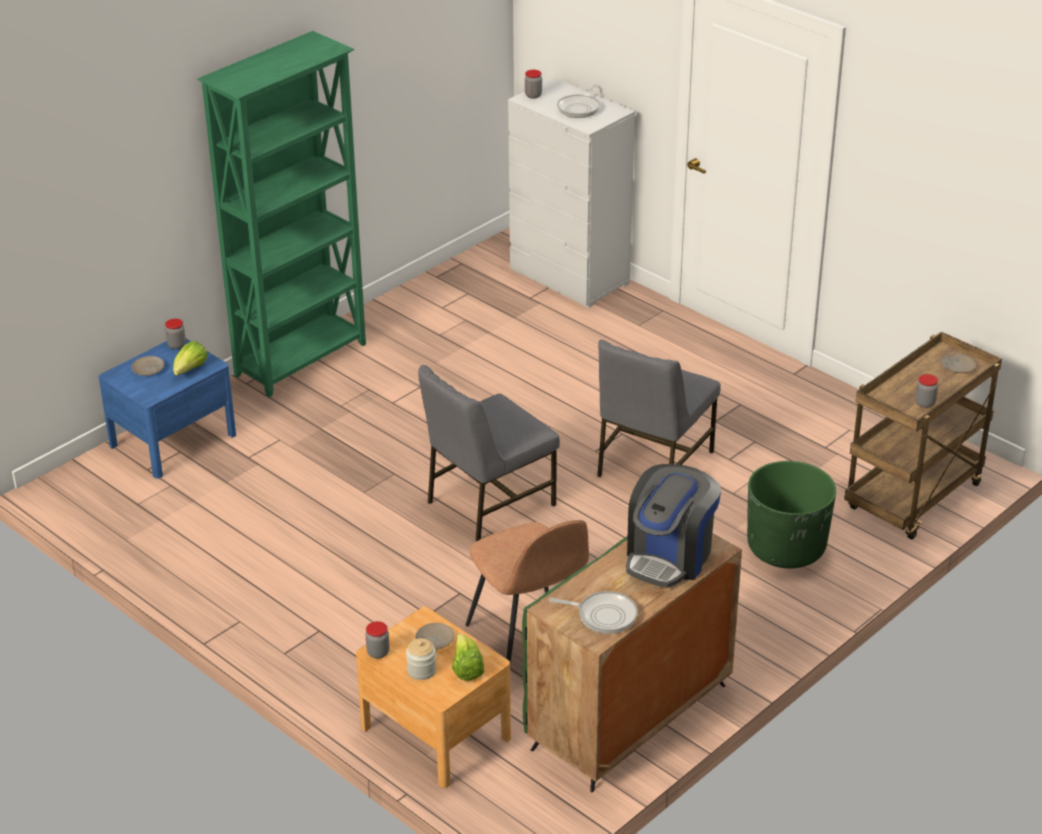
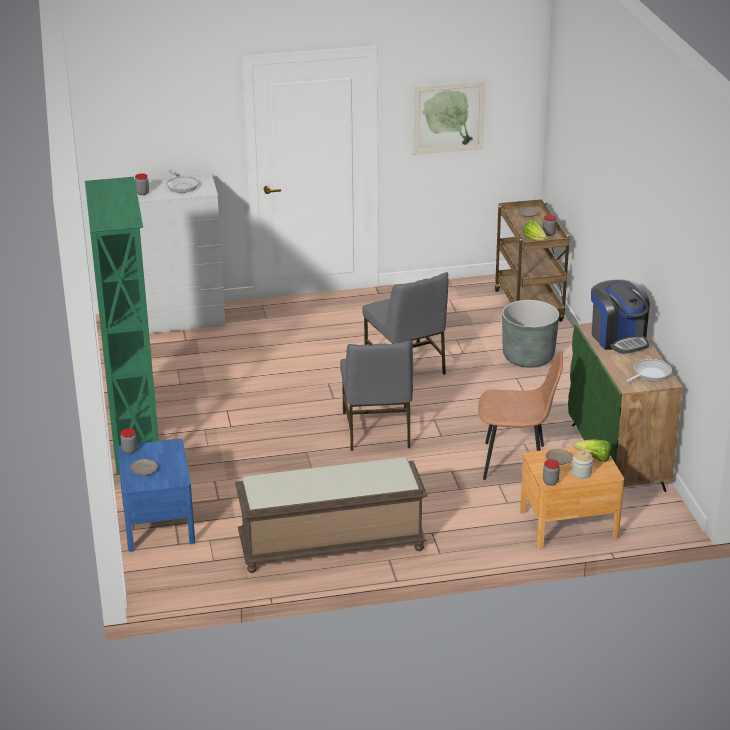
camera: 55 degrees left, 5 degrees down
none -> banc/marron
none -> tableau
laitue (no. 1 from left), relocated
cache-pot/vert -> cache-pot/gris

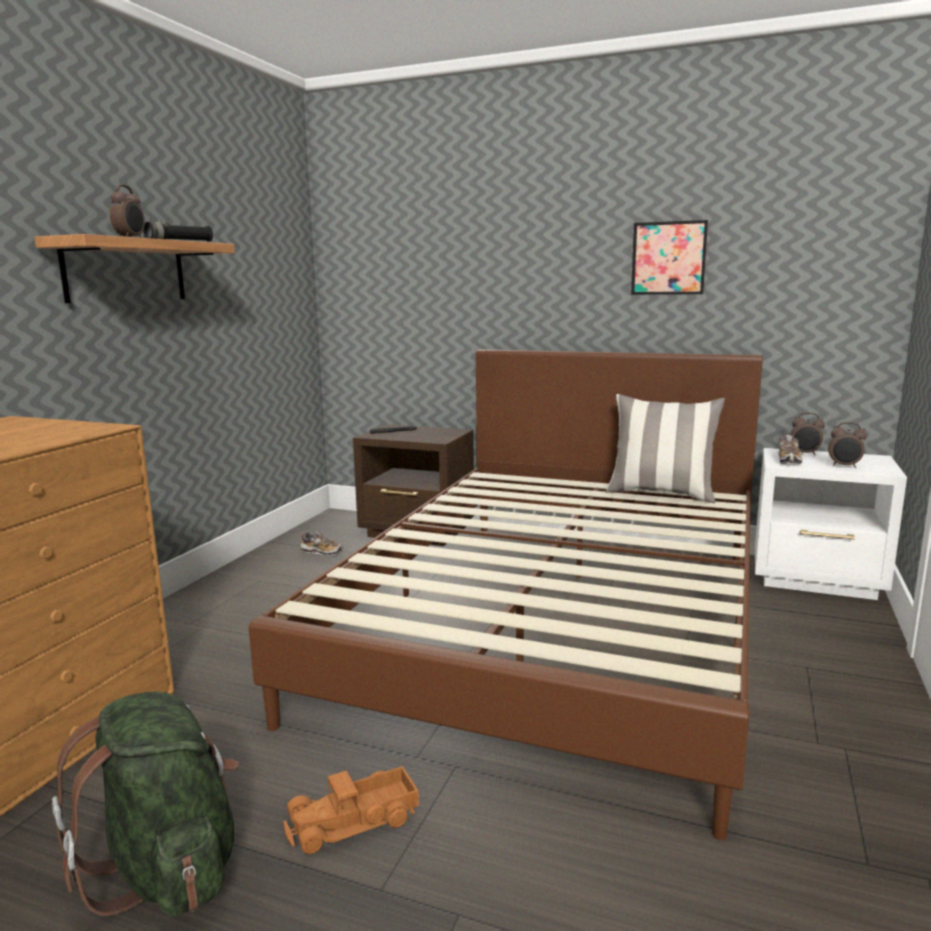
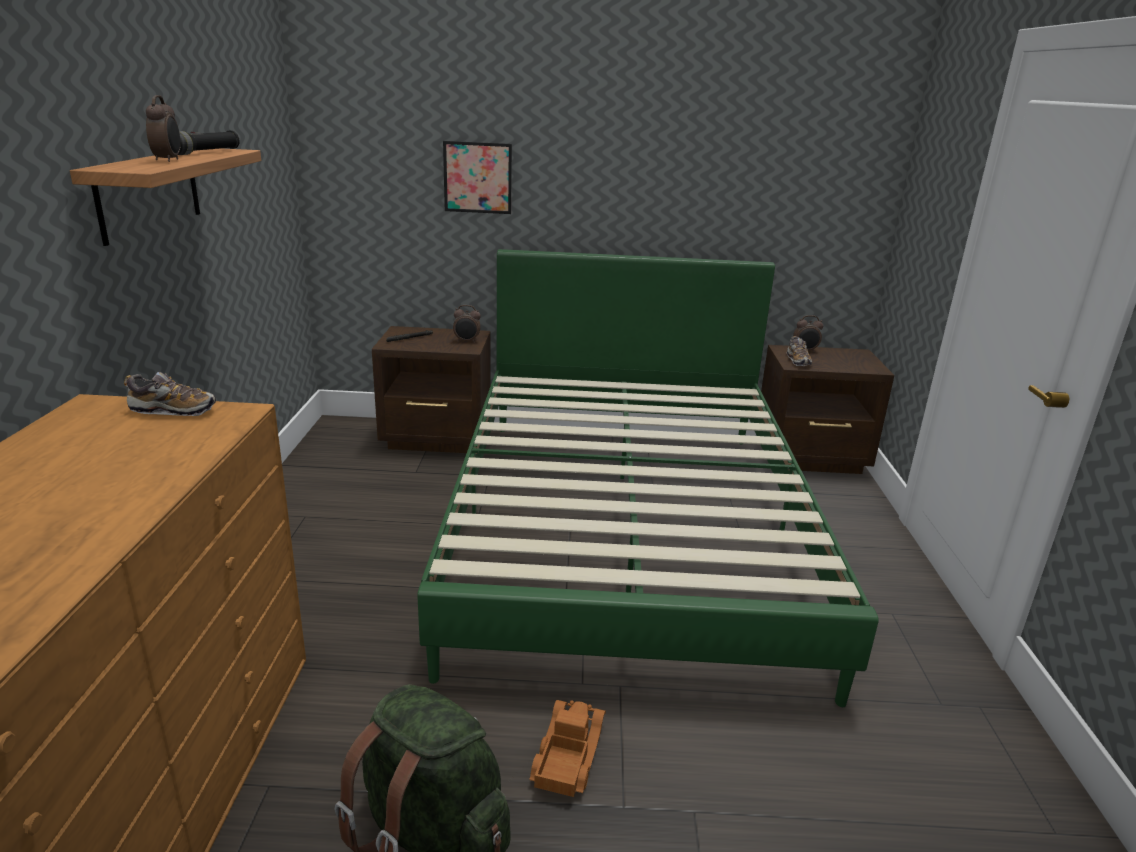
camera: 20 degrees left, 10 degrees up
coussin -> none
chaussure (no. 1 from left), relocated
tableau, relocated
réveil (no. 3 from left in the first image) -> réveil (no. 2 from left), relocated
lit/marron -> lit/vert
table de chevet/blanc -> table de chevet/marron (no. 2 from left)
camion jouet, 150 degrees clockwise

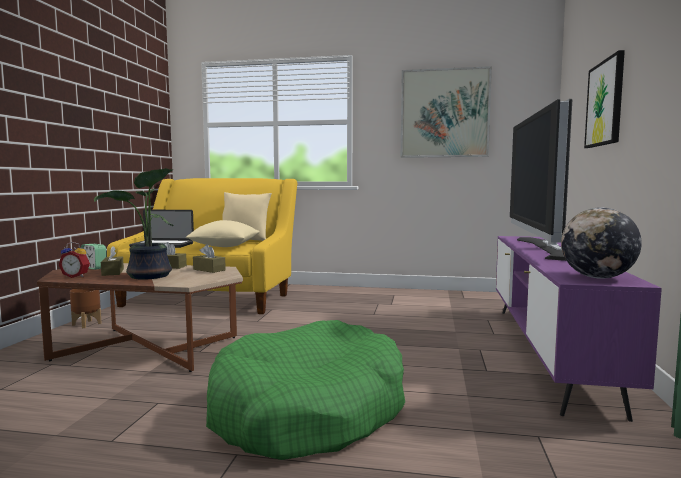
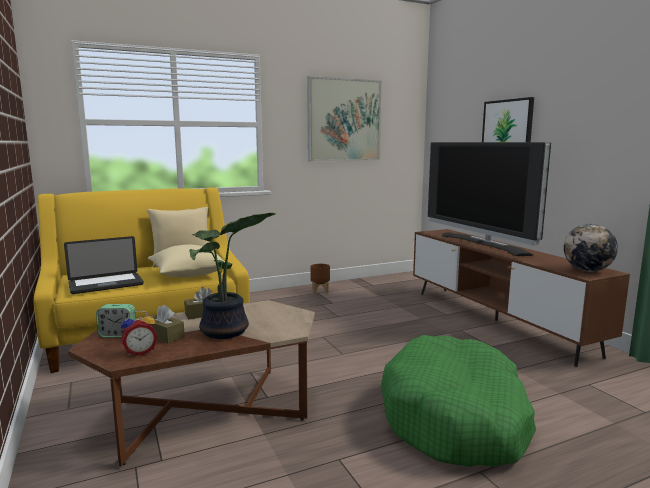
camera: 35 degrees left, 5 degrees up
boîte à mouchoirs/marron (no. 3 from left) -> none
cache-pot/marron, relocated
meuble télé/violet -> meuble télé/marron

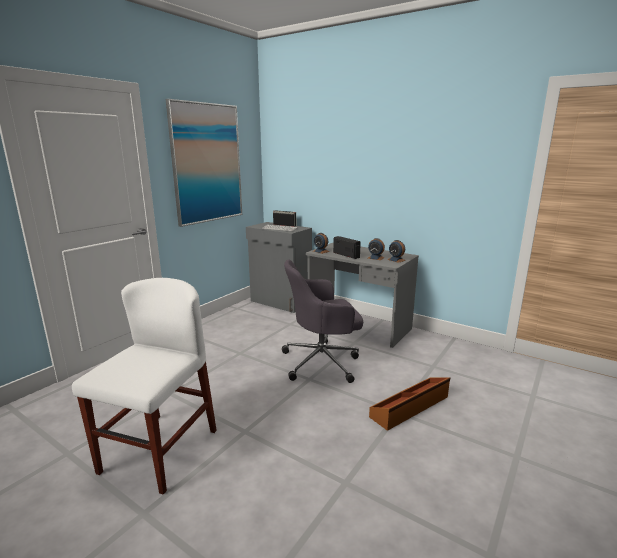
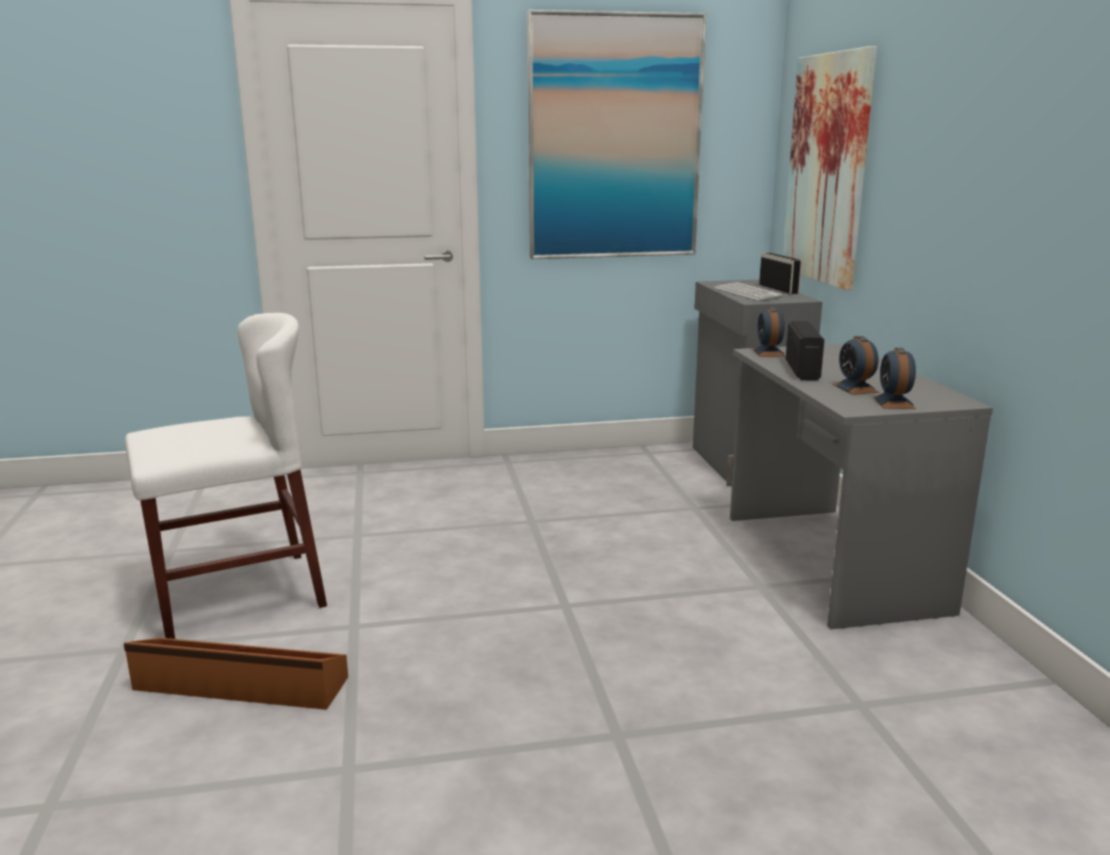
camera: 45 degrees right, 0 degrees up
chaise de bureau/gris -> none
none -> tableau (no. 2 from left)
boîte de rangement/marron, relocated

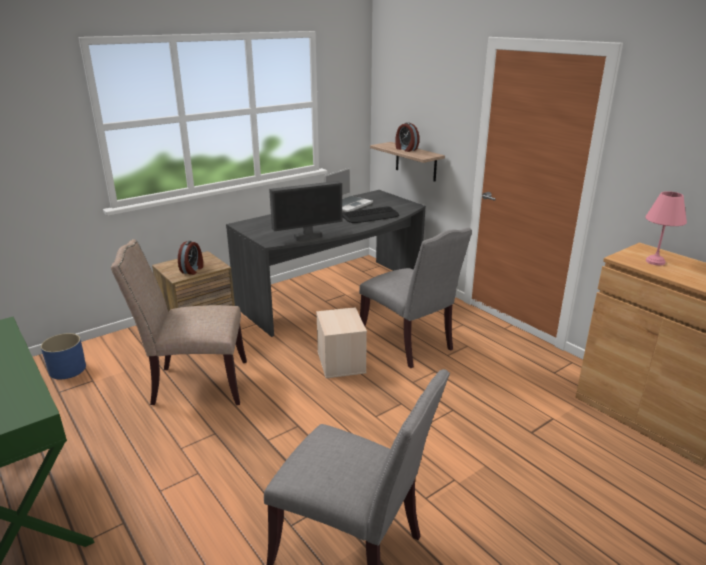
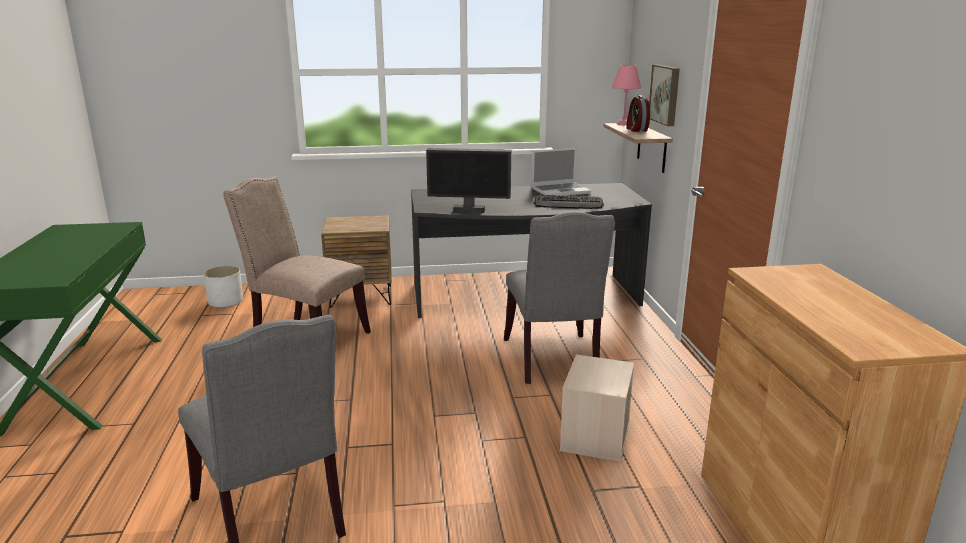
camera: 30 degrees right, 5 degrees down
réveil (no. 1 from left) -> none
none -> tableau
boîte de rangement/beige, relocated
lampe de table/rose, relocated
cache-pot/bleu -> cache-pot/blanc

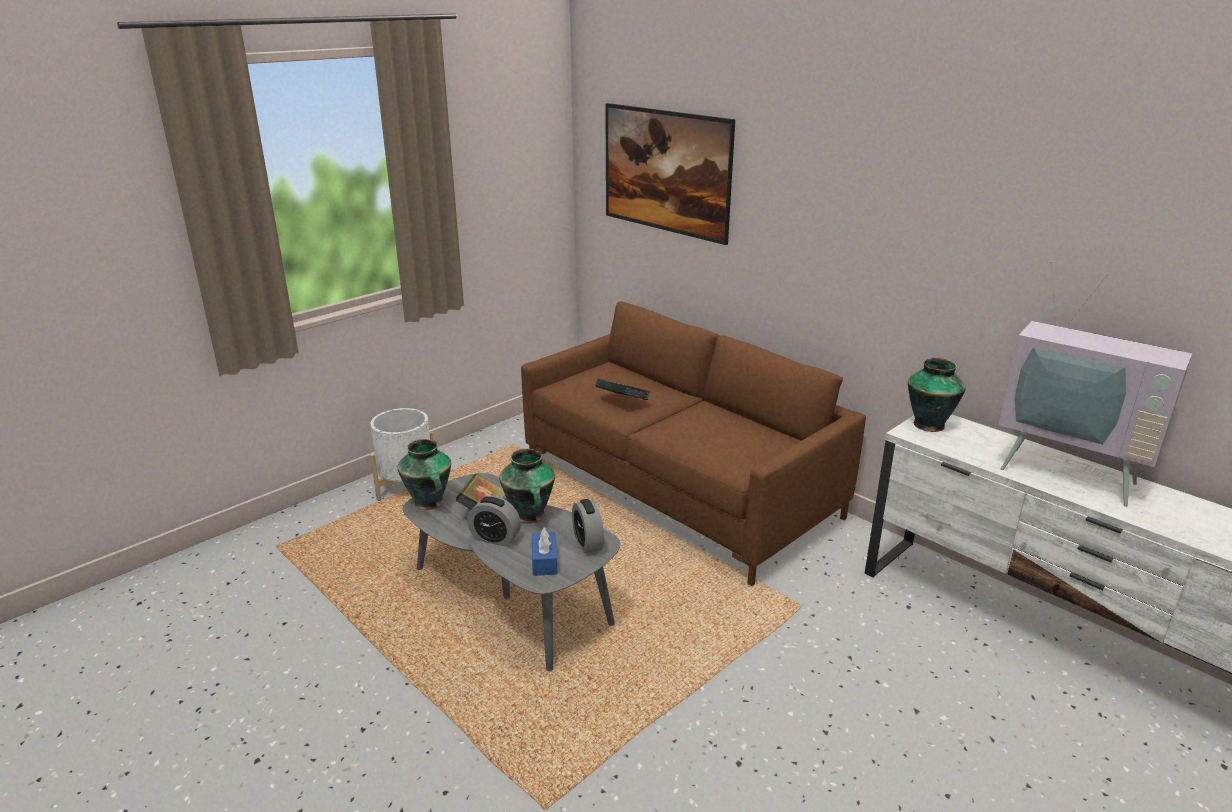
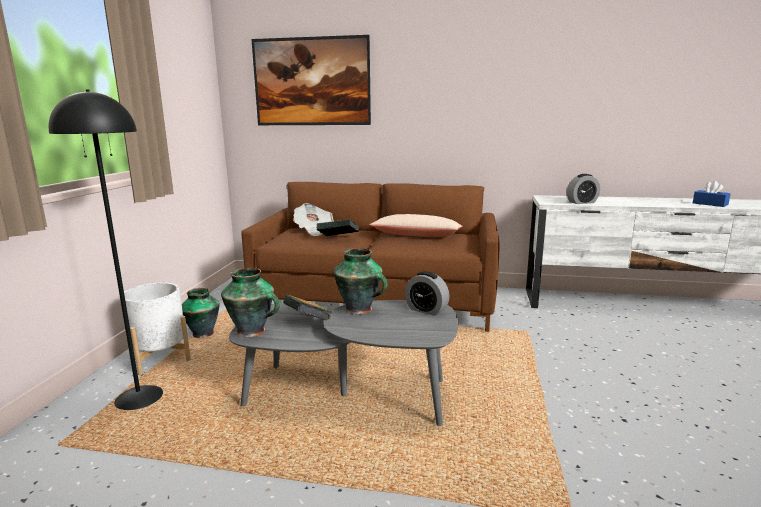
camera: 35 degrees left, 10 degrees down
téléviseur -> none
none -> lampadaire/noir
none -> journal
none -> coussin/beige
réveil (no. 1 from left in the first image) -> réveil (no. 2 from left), relocated
boîte à mouchoirs/bleu, relocated
vase (no. 3 from left in the first image) -> vase (no. 1 from left), relocated

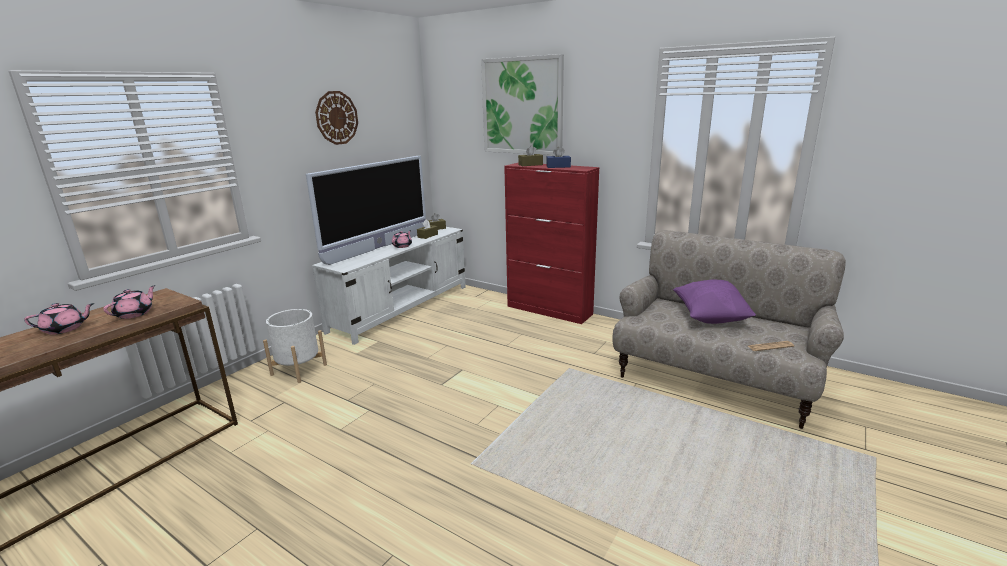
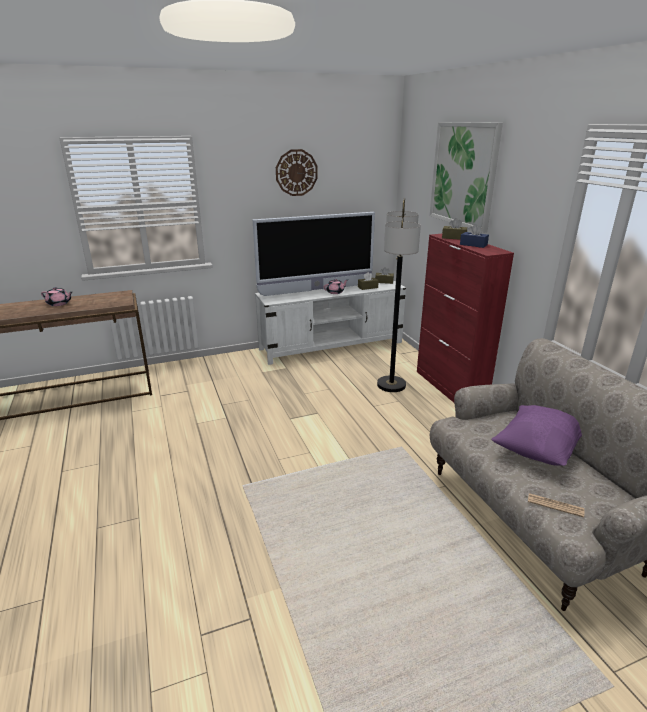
camera: 35 degrees right, 5 degrees up
théière/rose (no. 2 from left) -> none
cache-pot/blanc -> none
none -> lampadaire

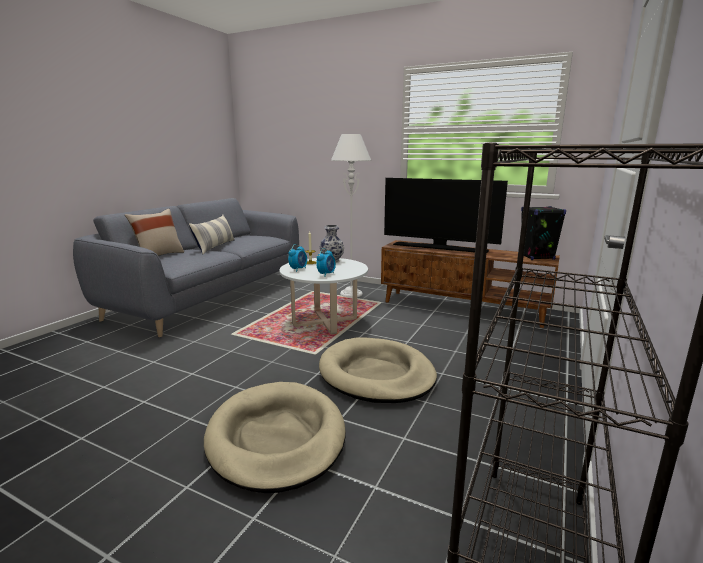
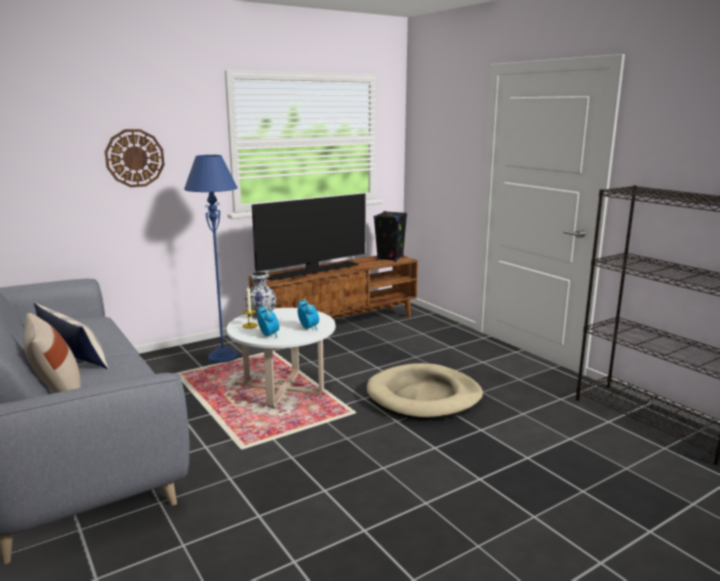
camera: 60 degrees left, 0 degrees up
panier pour chien/beige (no. 1 from left) -> none
none -> horloge murale
lampadaire/blanc -> lampadaire/bleu

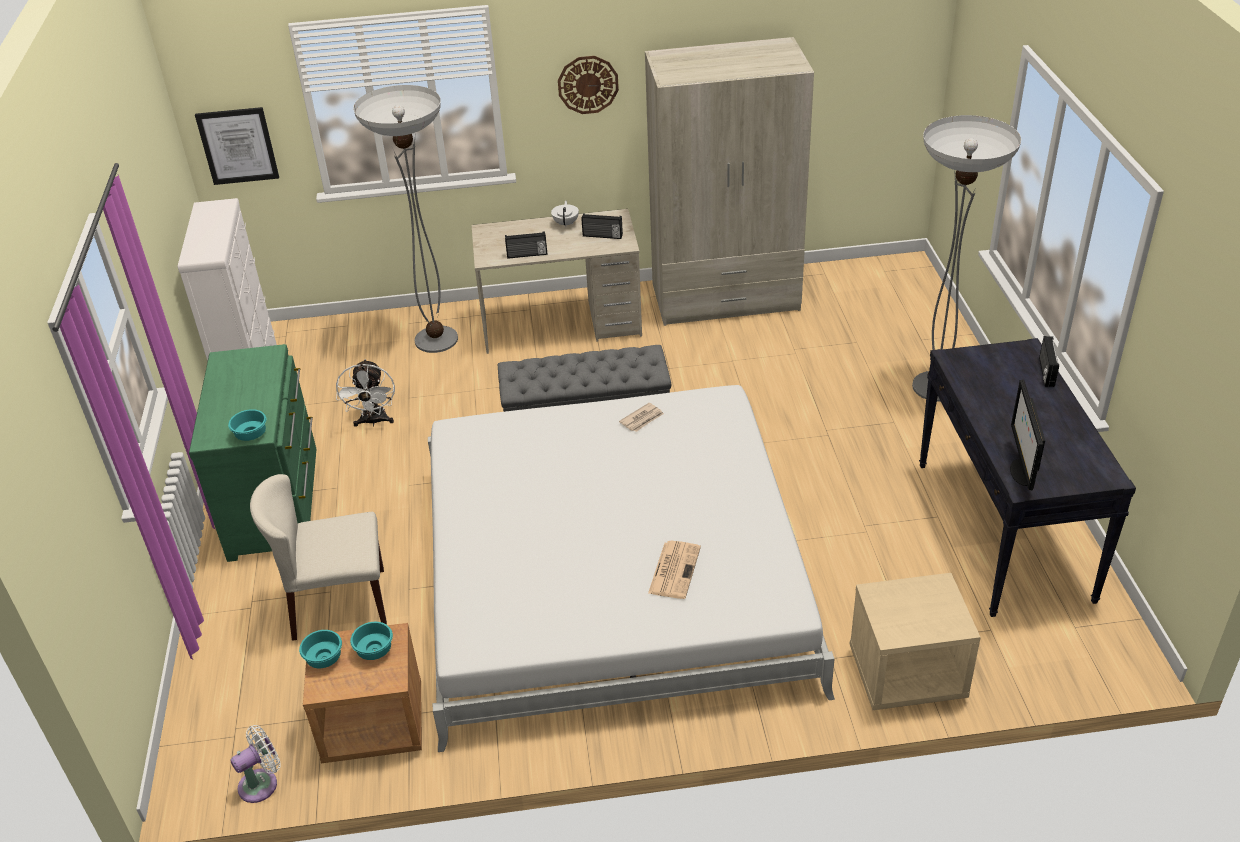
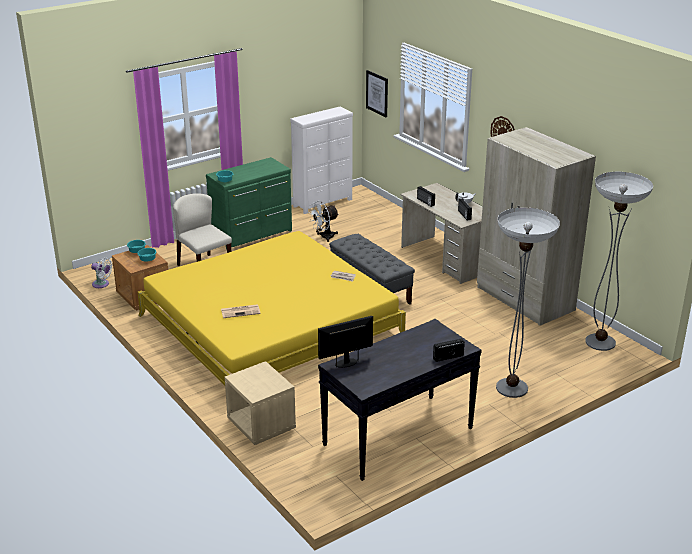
camera: 60 degrees right, 10 degrees down
lampadaire (no. 1 from left in the first image) -> lampadaire (no. 2 from left), relocated
lit/blanc -> lit/jaune

